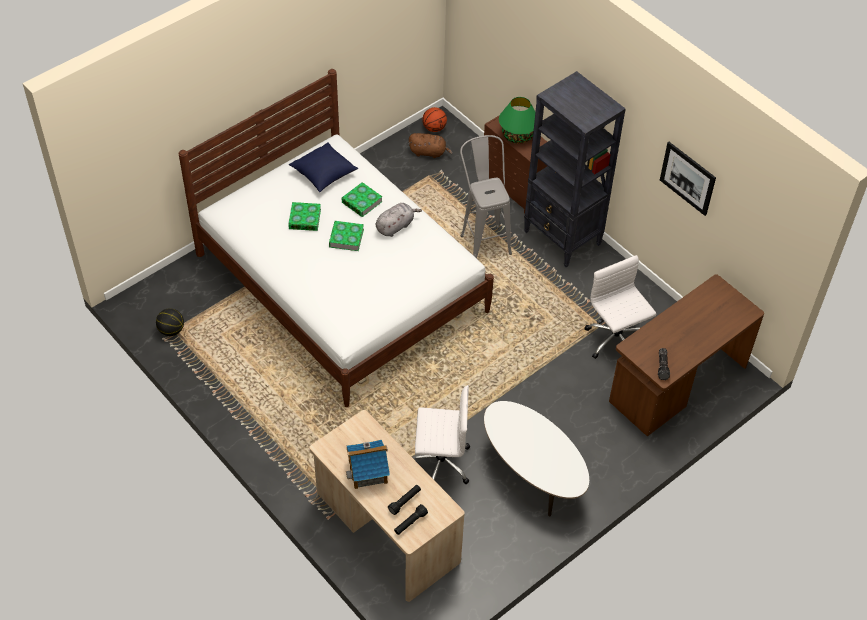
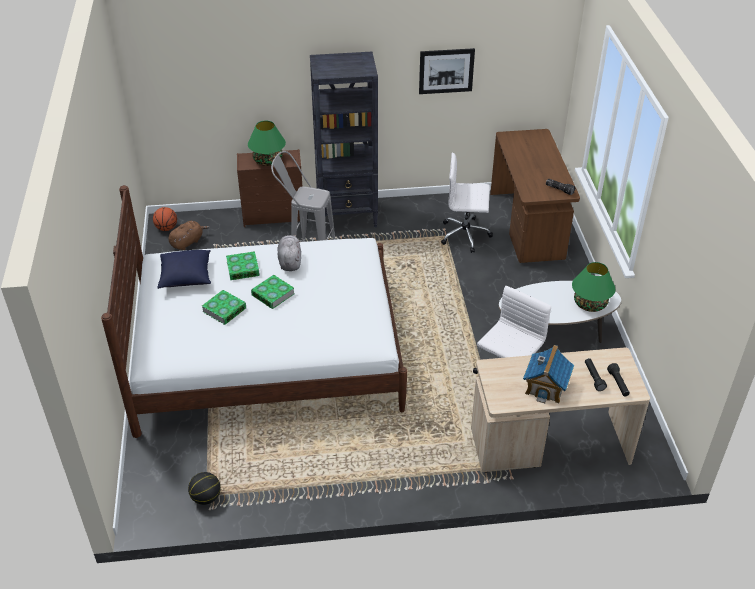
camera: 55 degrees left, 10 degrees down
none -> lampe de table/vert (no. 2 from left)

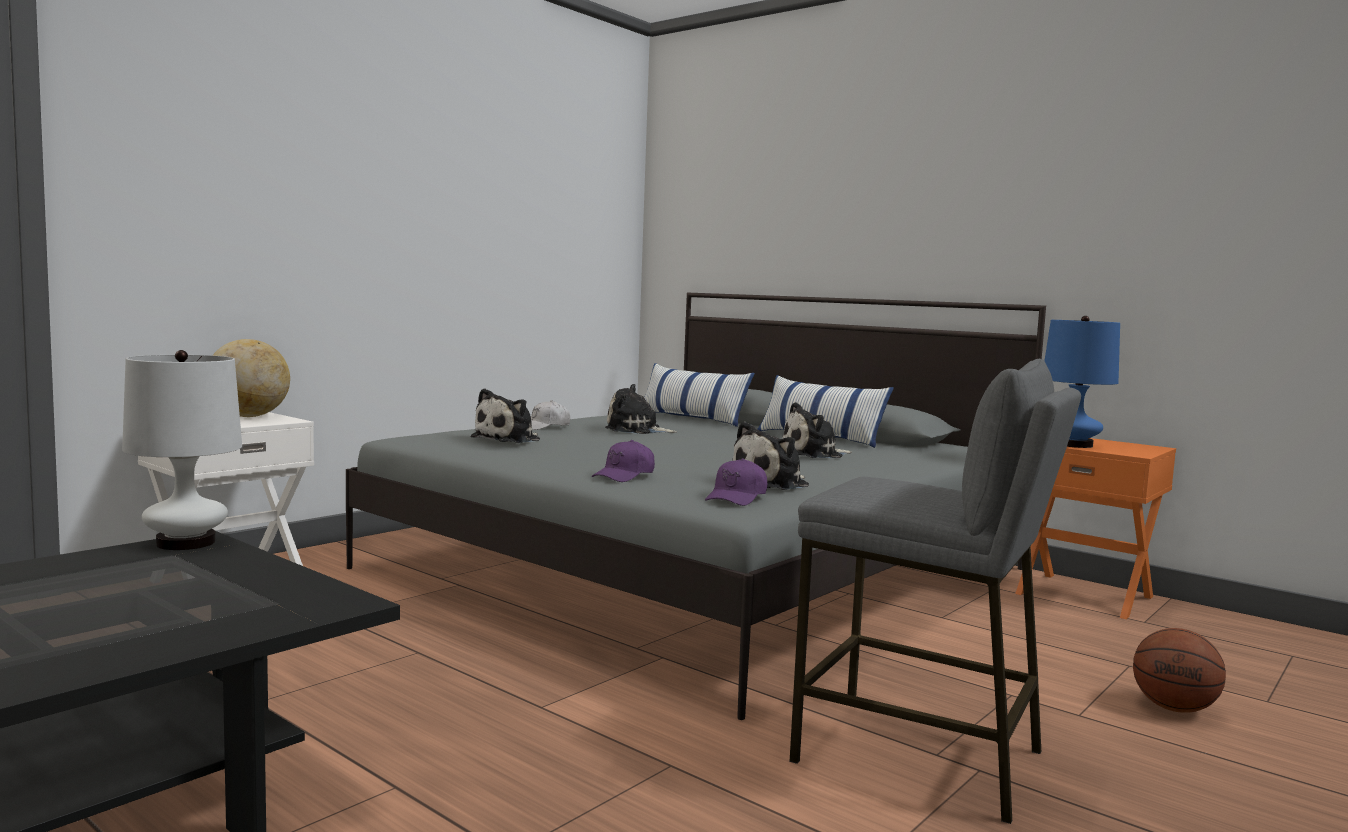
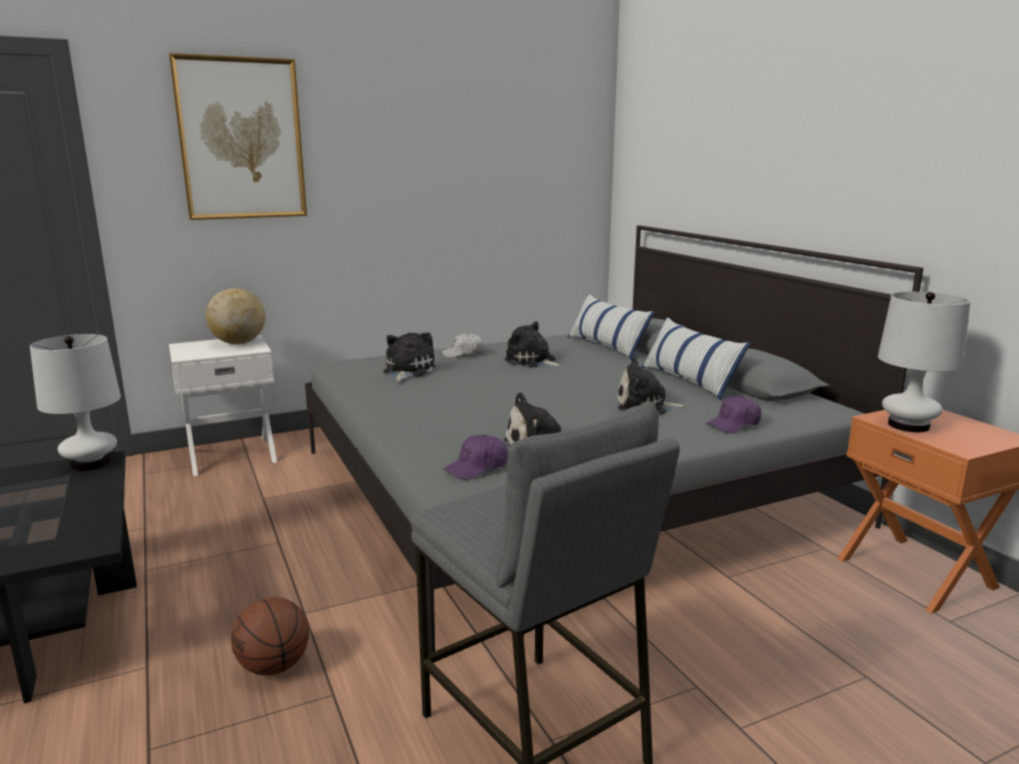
camera: 25 degrees right, 10 degrees up
none -> tableau
casquette/violet (no. 1 from left in the first image) -> casquette/violet (no. 2 from left), relocated
ballon de basket, relocated
lampe de table/bleu -> lampe de table/blanc (no. 2 from left)
peluche (no. 1 from left), 135 degrees clockwise

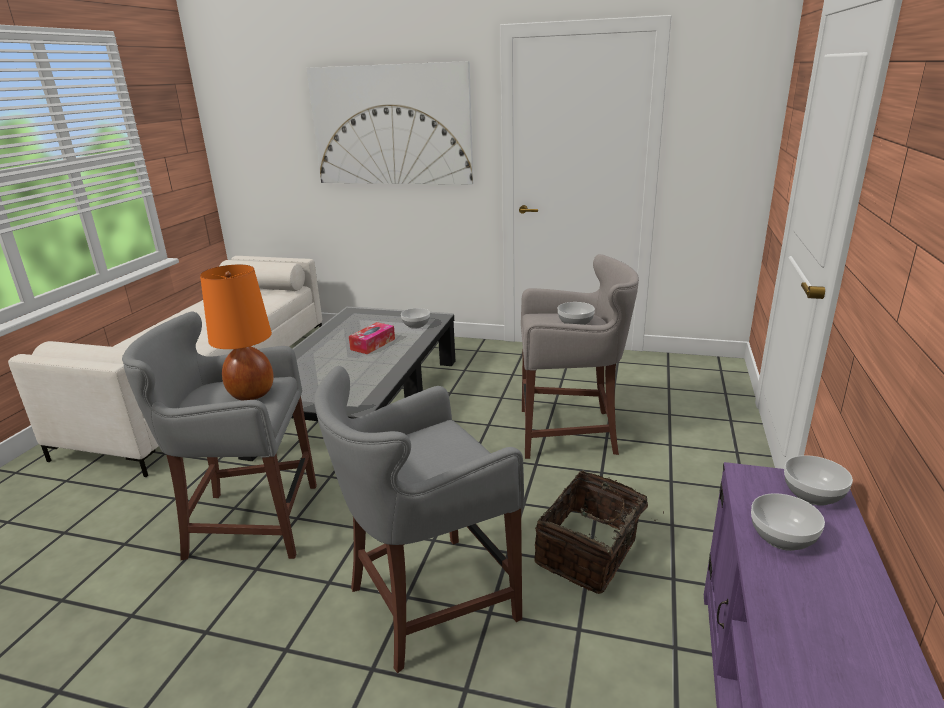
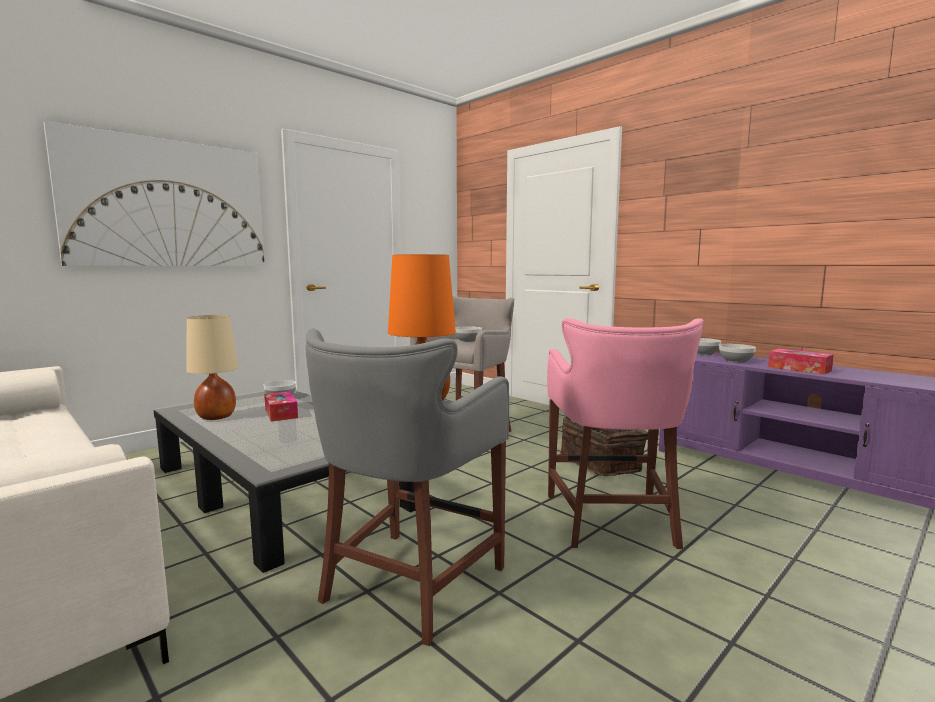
camera: 60 degrees left, 15 degrees down
none -> lampe de table/beige
none -> boîte à mouchoirs (no. 2 from left)
tabouret/gris (no. 2 from left) -> tabouret/rose

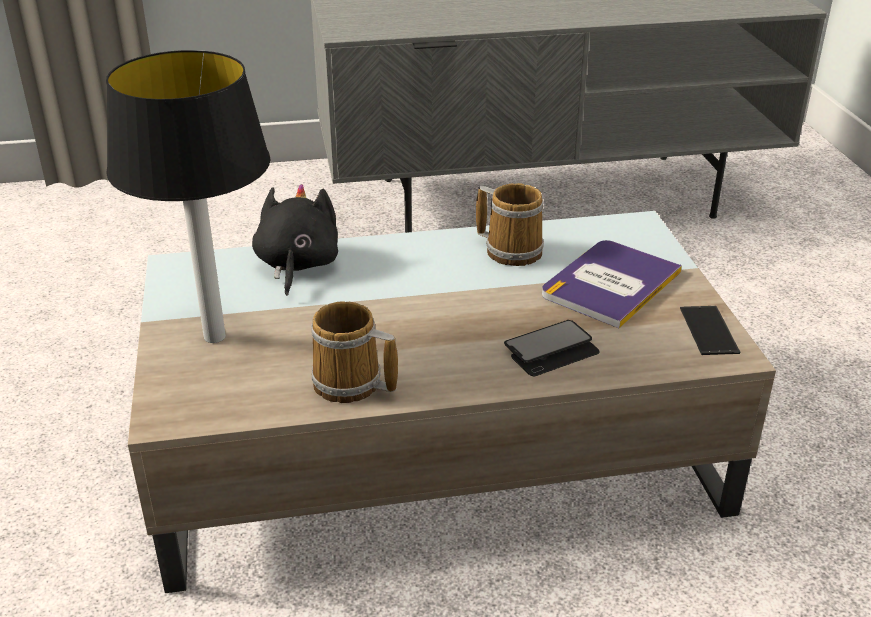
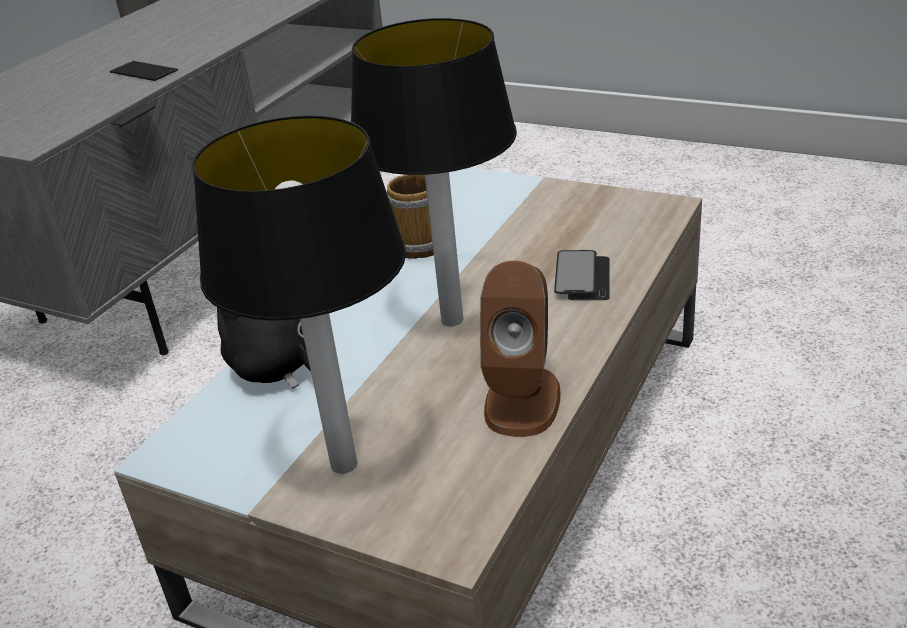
camera: 50 degrees left, 0 degrees up
livre -> none
none -> lampe de table (no. 2 from left)
téléphone (no. 2 from left in the first image) -> téléphone (no. 1 from left), relocated
mug (no. 1 from left) -> enceinte/marron

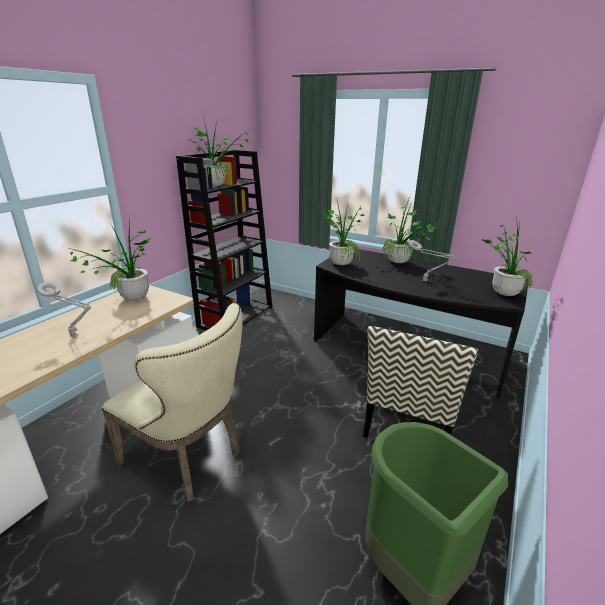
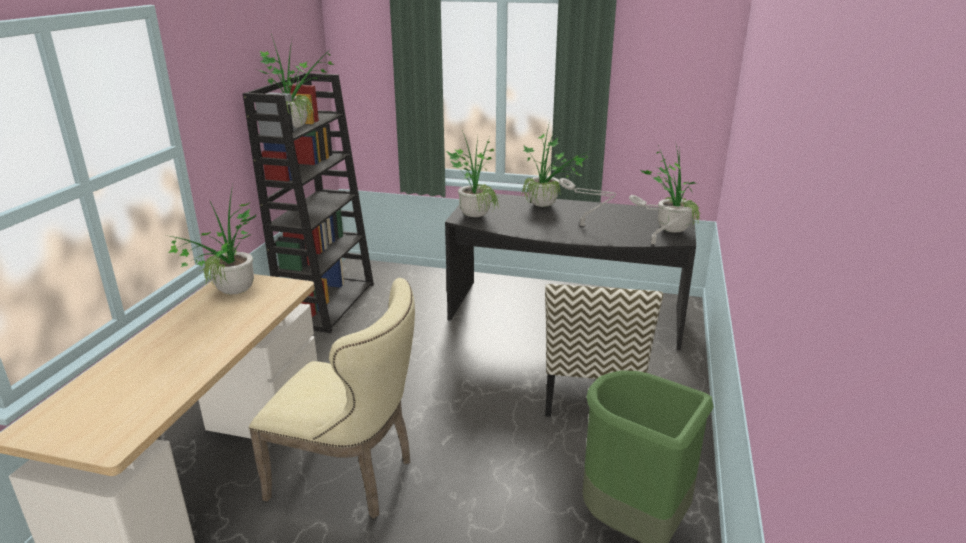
camera: 15 degrees left, 0 degrees up
lampe de table/gris (no. 1 from left in the first image) -> lampe de table/gris (no. 2 from left), relocated

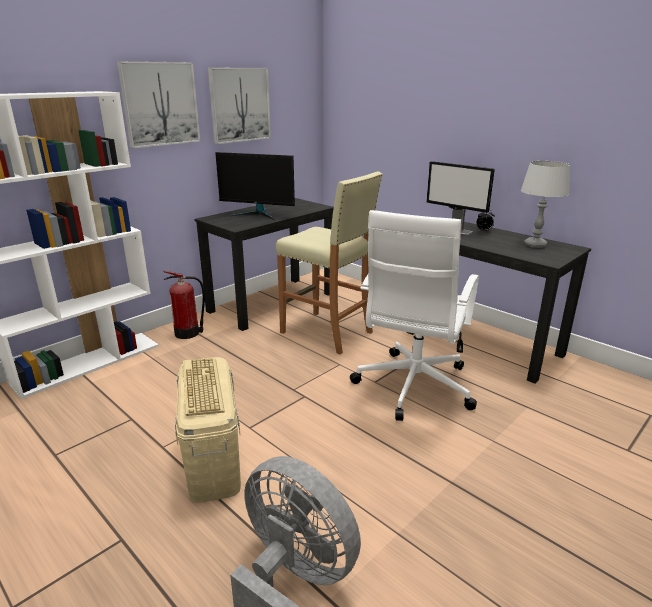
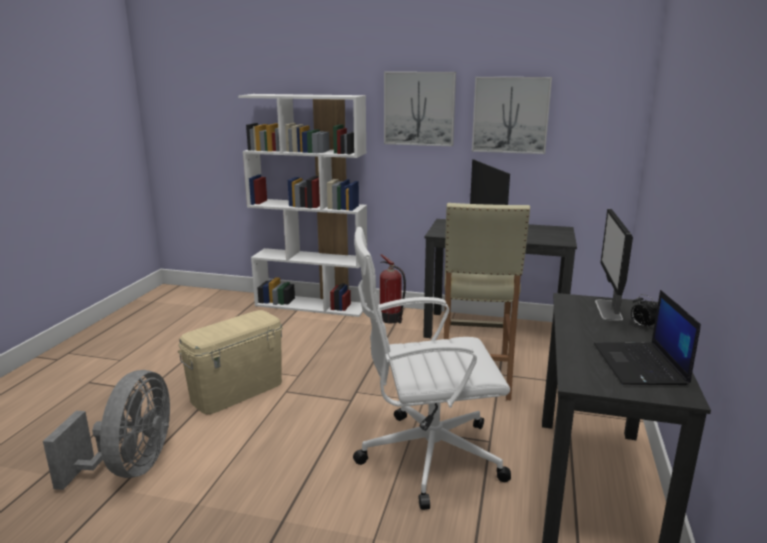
camera: 60 degrees right, 5 degrees down
clavier -> none
lampe de table/gris -> ordinateur portable

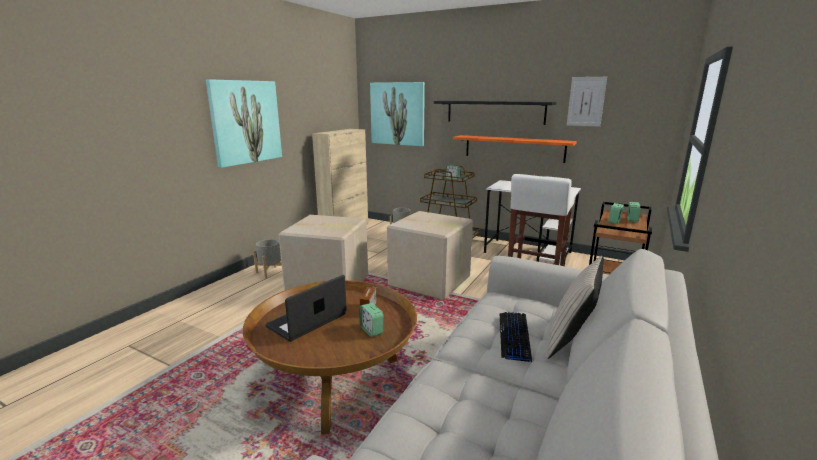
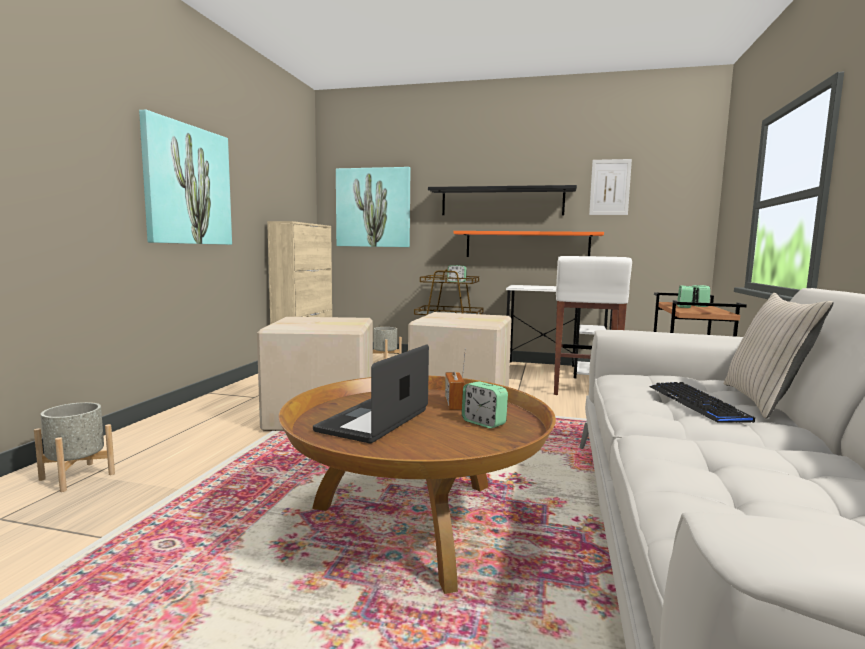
camera: 15 degrees left, 10 degrees down
cache-pot/gris (no. 1 from left), relocated

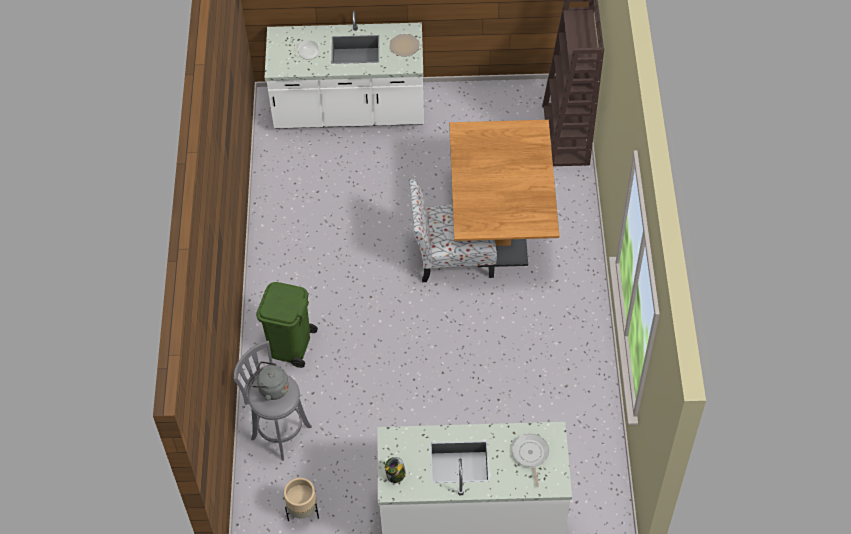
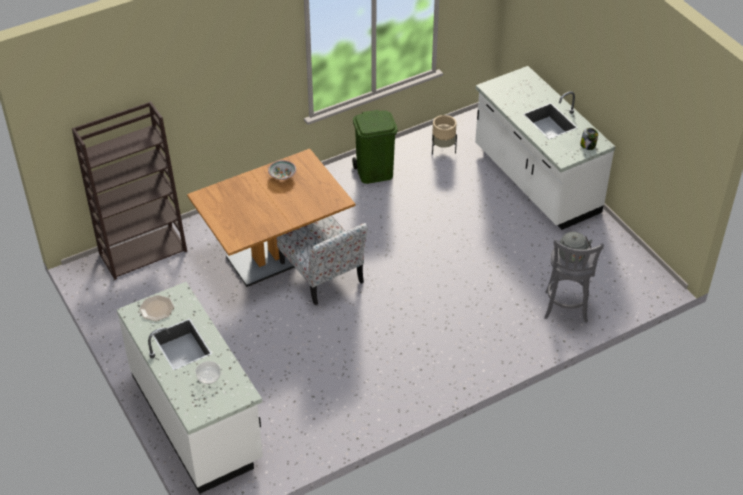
camera: 120 degrees left, 10 degrees down
poêle -> none
none -> bol (no. 2 from left)
poubelle/vert, relocated
cache-pot/beige, relocated

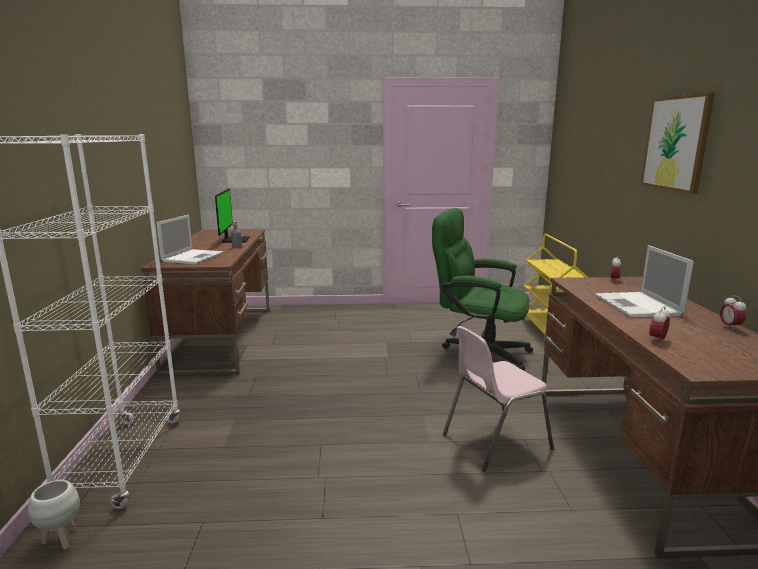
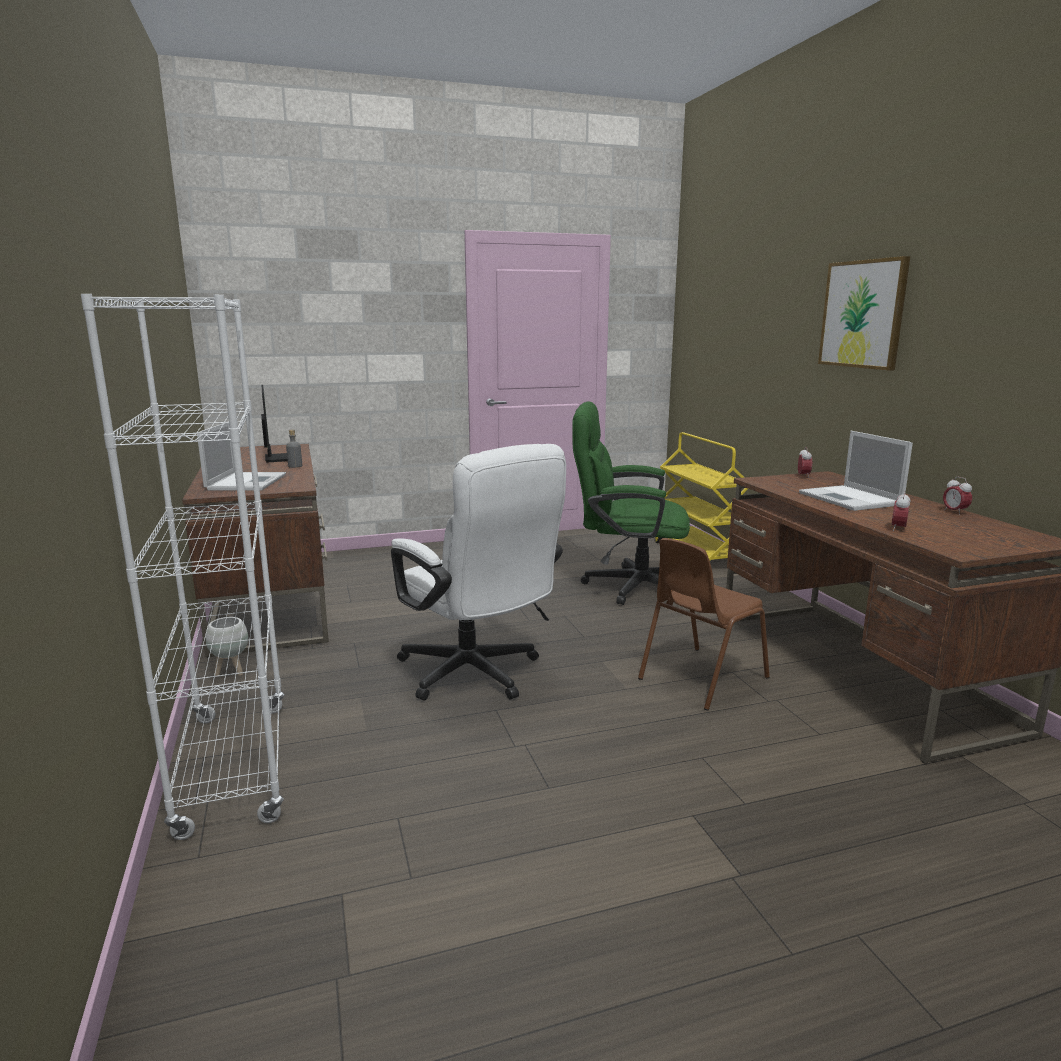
camera: 15 degrees left, 0 degrees up
none -> chaise de bureau/blanc
cache-pot/blanc, relocated
chaise/rose -> chaise/marron

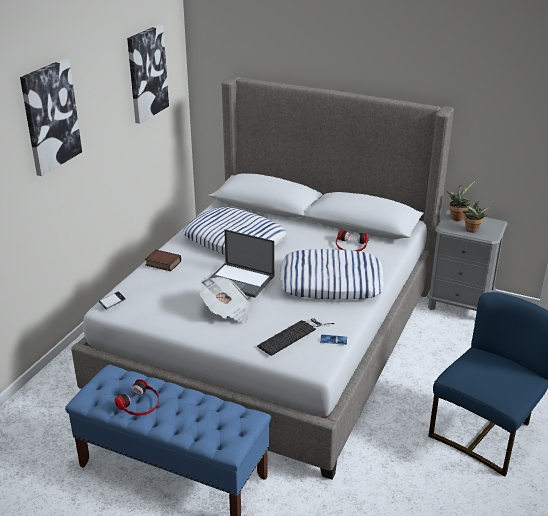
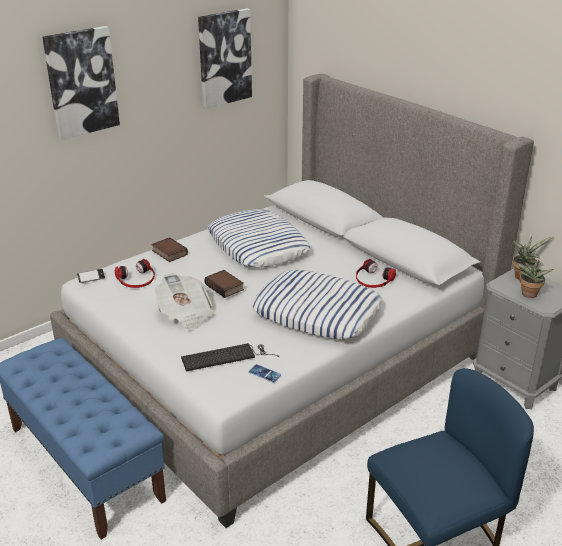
camera: 25 degrees right, 0 degrees up
casque audio (no. 1 from left), relocated
ordinateur portable -> livre (no. 2 from left)

